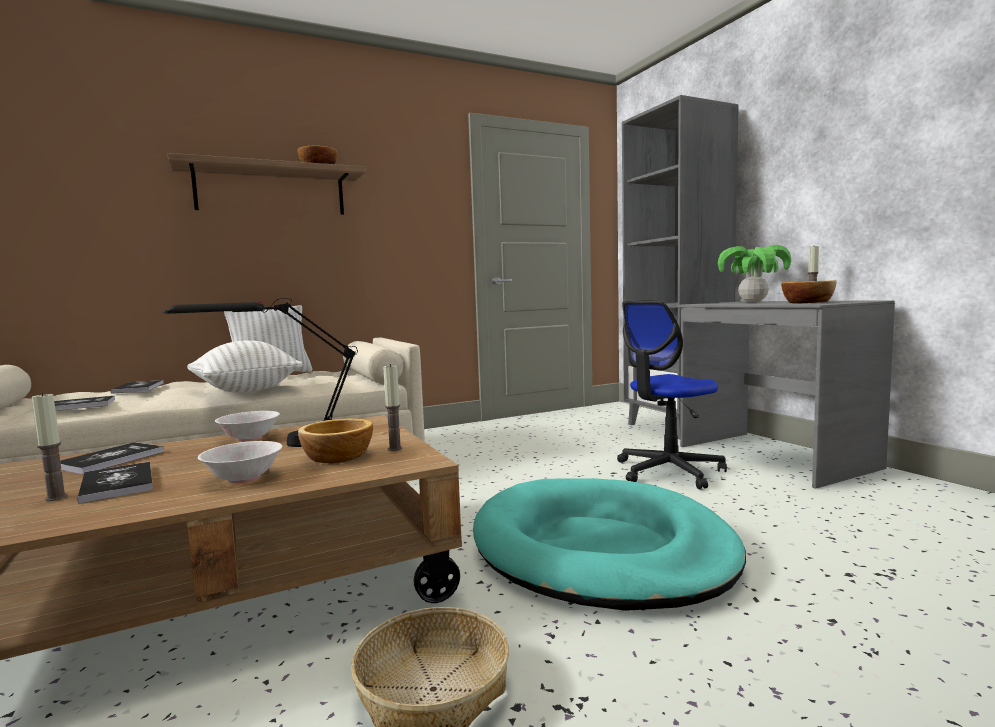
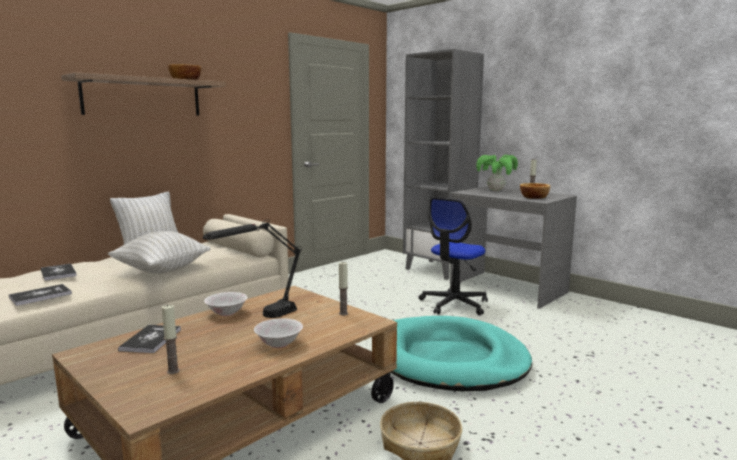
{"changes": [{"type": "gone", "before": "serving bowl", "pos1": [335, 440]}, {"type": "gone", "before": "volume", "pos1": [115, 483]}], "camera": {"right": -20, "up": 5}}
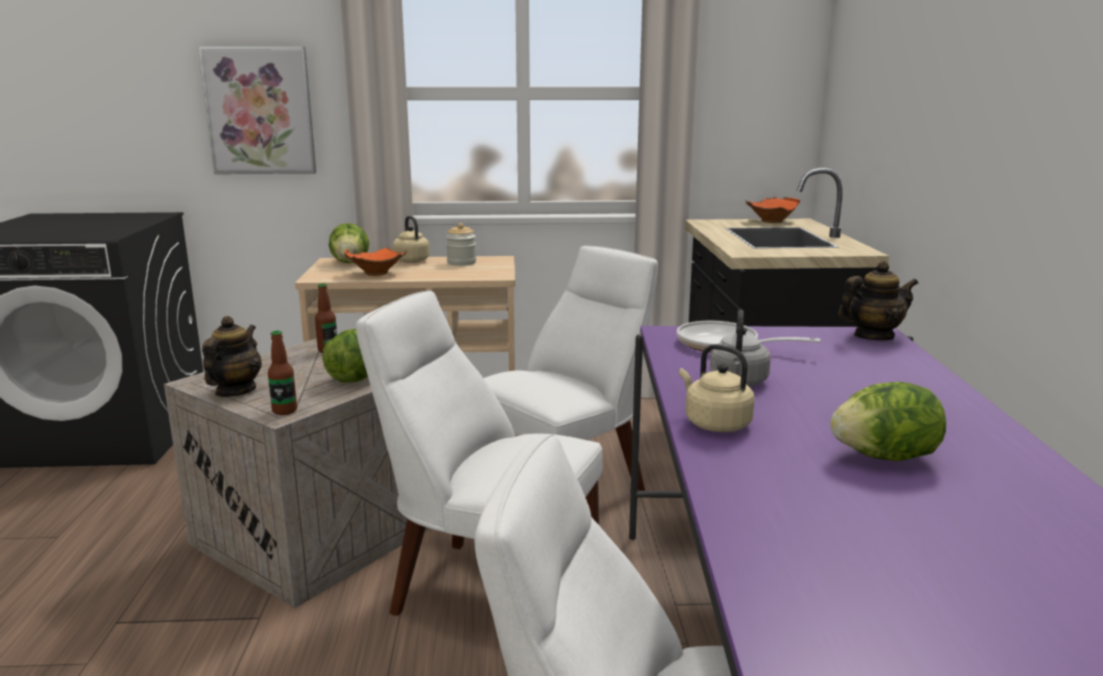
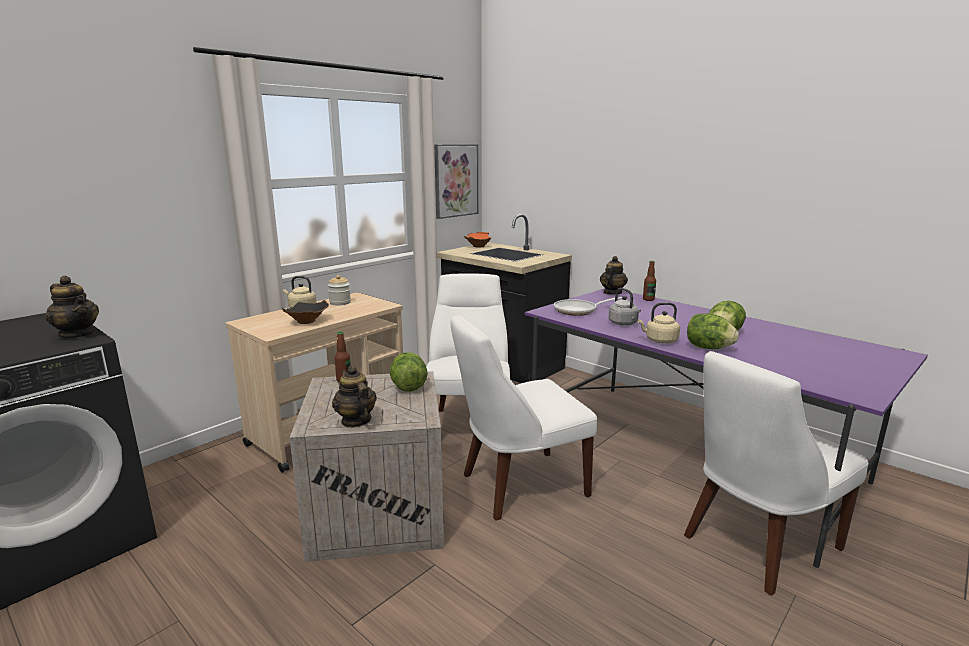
{"changes": [{"type": "shifted", "before": "picture", "pos1": [257, 110], "pos2": [456, 181]}, {"type": "shifted", "before": "lettuce head", "pos1": [349, 243], "pos2": [713, 331]}, {"type": "repainted", "before": "orange-coloured serving bowl", "after": "black-coloured serving bowl", "pos1": [375, 261], "pos2": [305, 312]}, {"type": "shifted", "before": "bottle", "pos1": [282, 372], "pos2": [649, 281]}, {"type": "new", "after": "teapot", "pos2": [72, 307]}], "camera": {"right": -45, "up": 0}}
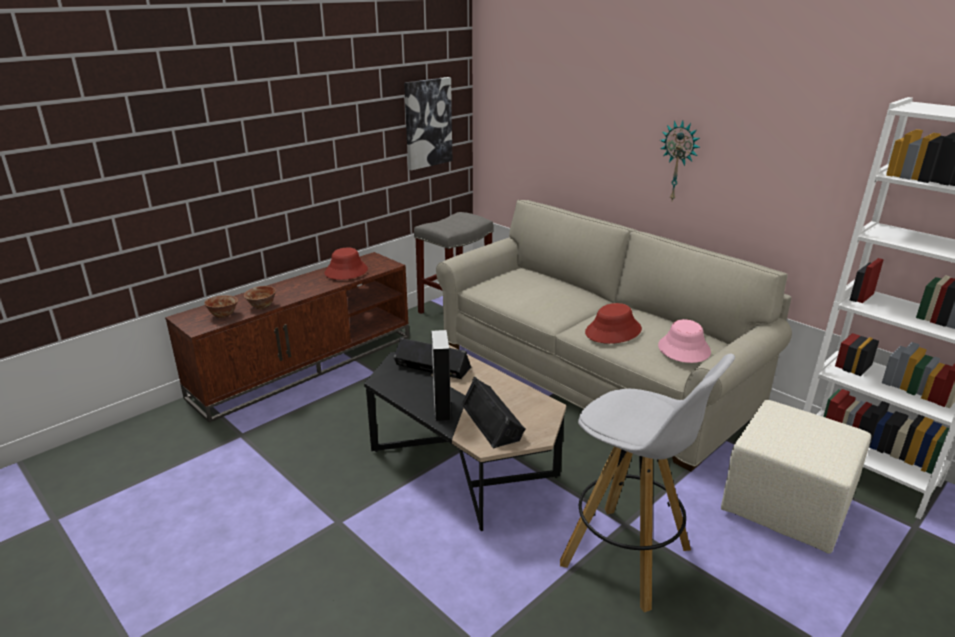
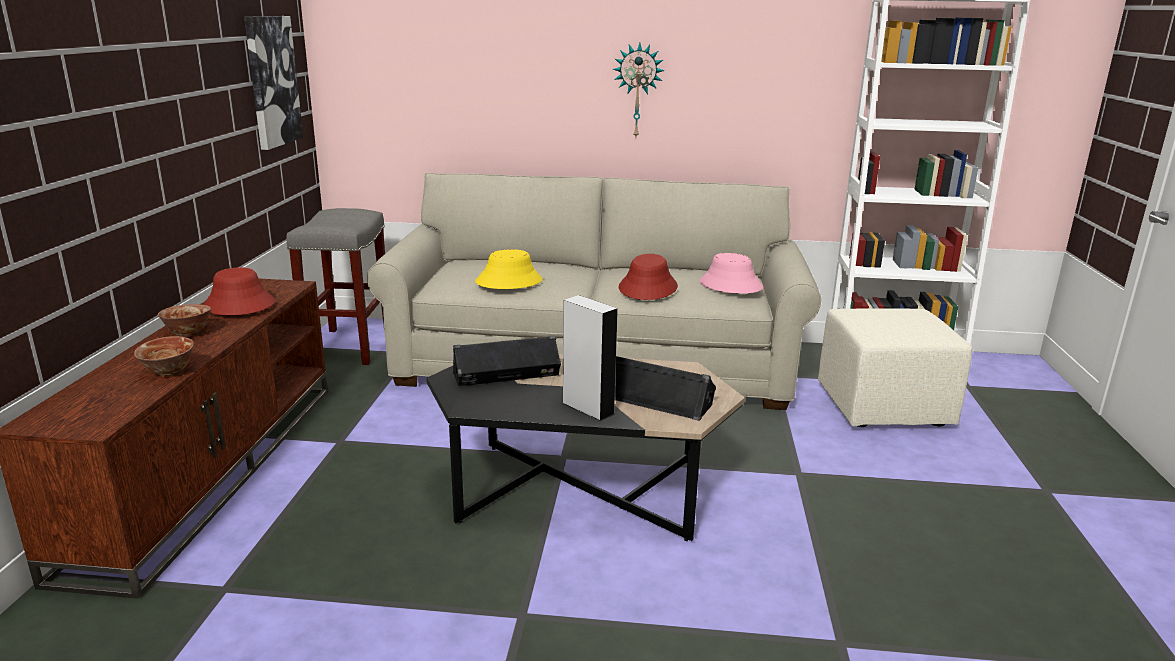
{"changes": [{"type": "shifted", "before": "serving bowl", "pos1": [221, 306], "pos2": [184, 320]}, {"type": "gone", "before": "whitish stool seat", "pos1": [647, 483]}, {"type": "new", "after": "yellow clothing hat", "pos2": [508, 269]}], "camera": {"right": -40, "up": -5}}
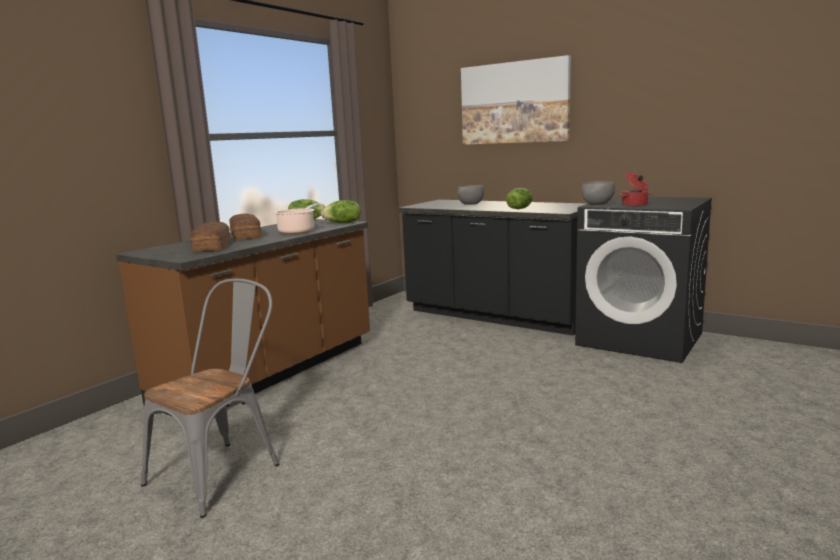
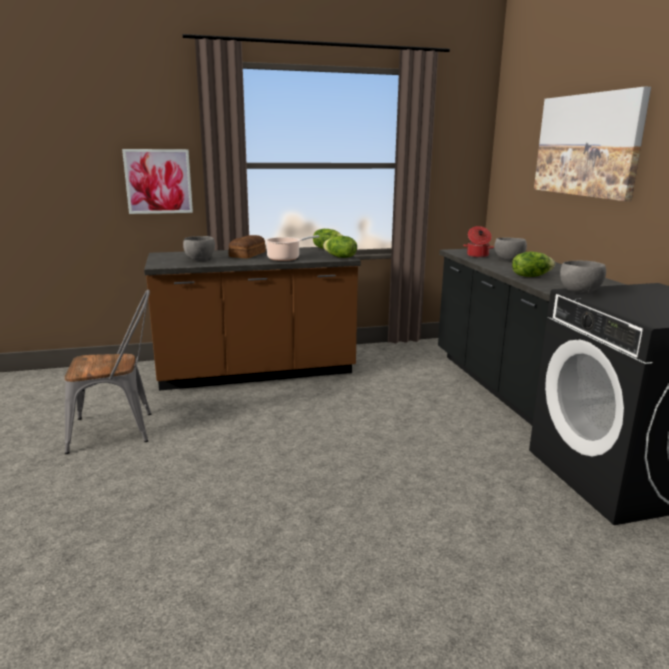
{"changes": [{"type": "shifted", "before": "cooking pot", "pos1": [635, 189], "pos2": [478, 242]}, {"type": "swapped", "before": "bakery bread", "after": "greyish serving bowl", "pos1": [210, 236], "pos2": [199, 248]}, {"type": "new", "after": "picture", "pos2": [157, 181]}], "camera": {"right": 40, "up": 5}}
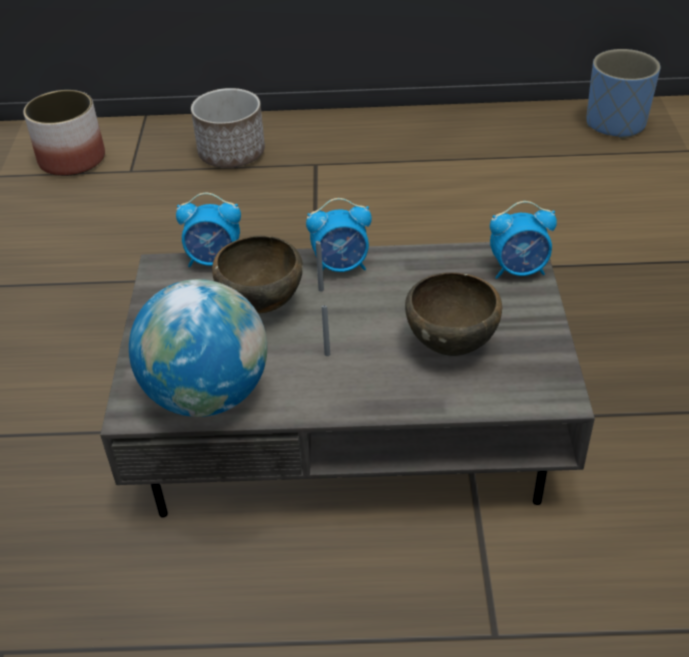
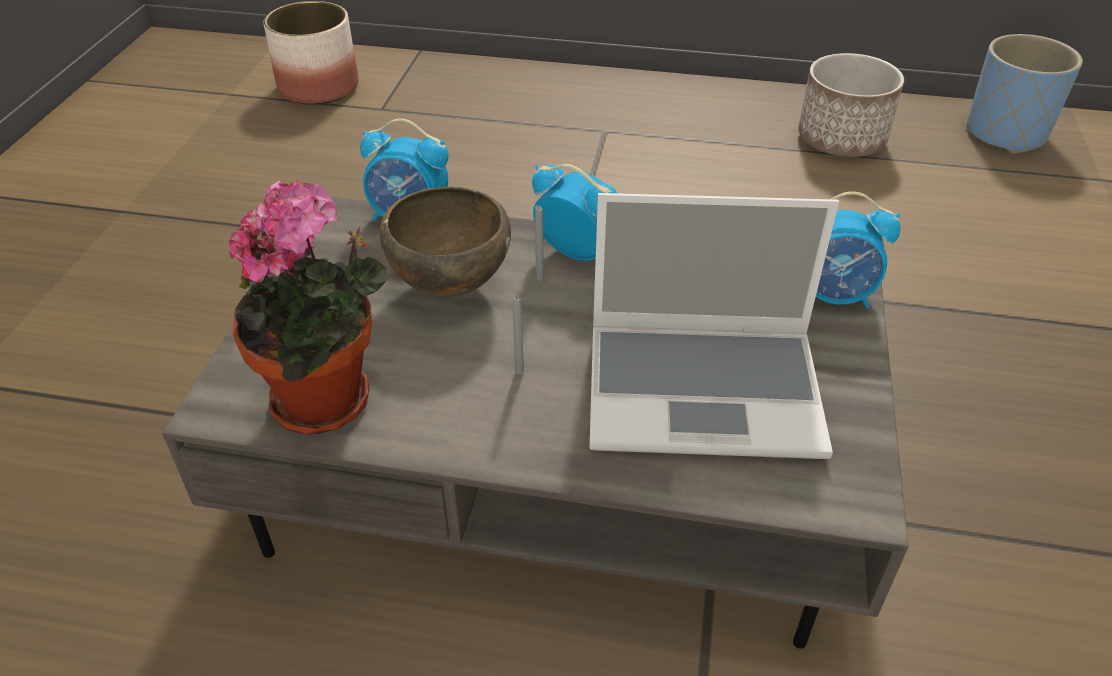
{"changes": [{"type": "shifted", "before": "plant pot", "pos1": [228, 128], "pos2": [851, 105]}, {"type": "rotated", "before": "alarm clock", "pos1": [339, 236], "pos2": [574, 212], "turn": -150}, {"type": "swapped", "before": "brown serving bowl", "after": "laptop", "pos1": [453, 314], "pos2": [714, 326]}, {"type": "swapped", "before": "world globe", "after": "houseplant", "pos1": [198, 348], "pos2": [308, 307]}], "camera": {"right": 10, "up": 0}}
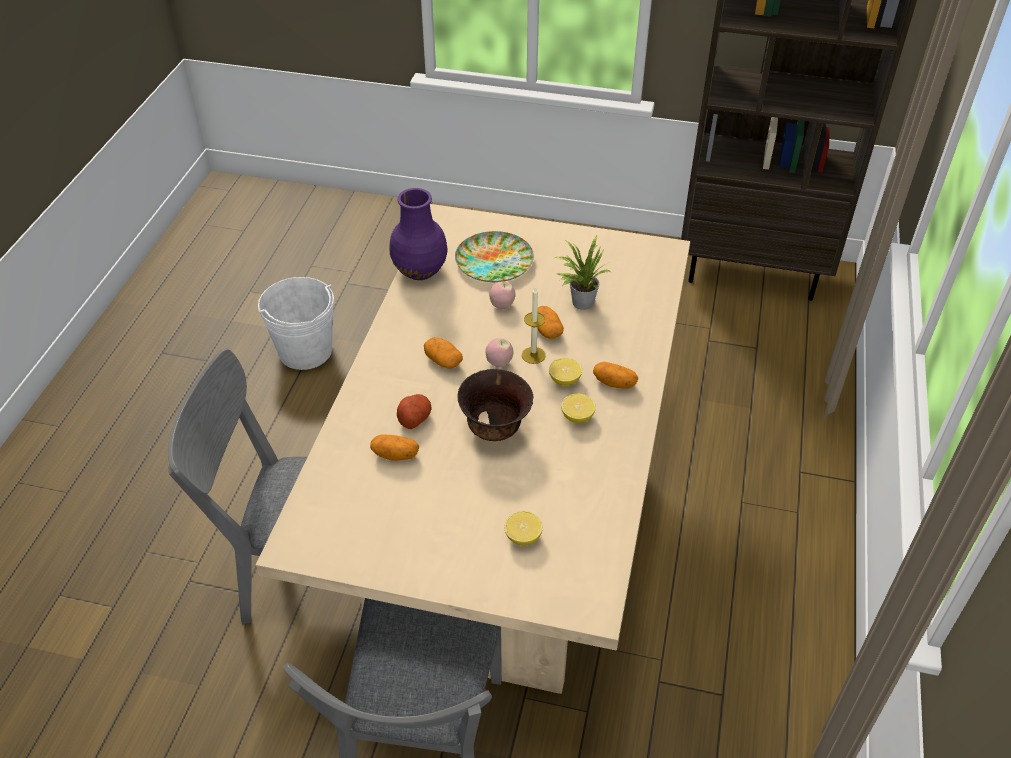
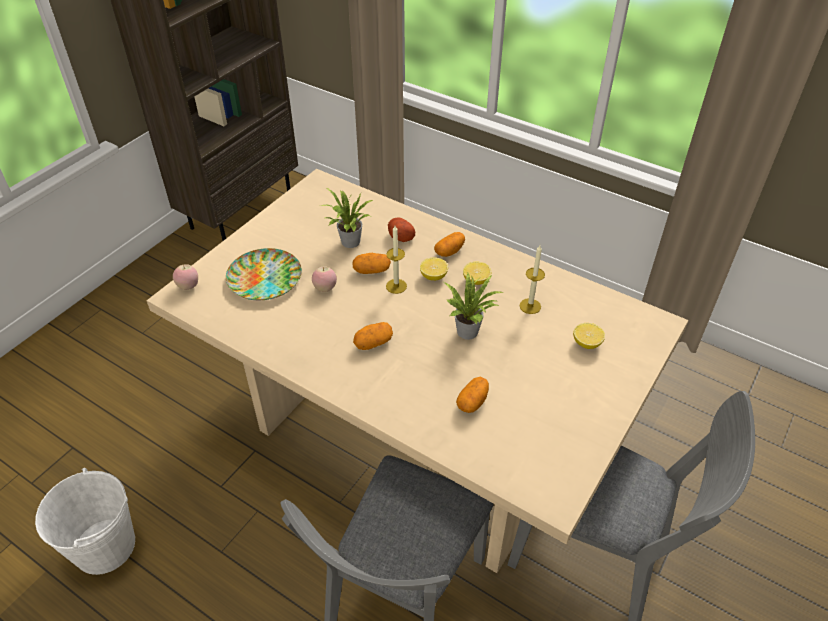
{"changes": [{"type": "gone", "before": "purplish decorative vase", "pos1": [419, 234]}, {"type": "shifted", "before": "apple", "pos1": [499, 352], "pos2": [185, 277]}, {"type": "swapped", "before": "brown serving bowl", "after": "houseplant", "pos1": [495, 405], "pos2": [473, 306]}, {"type": "shifted", "before": "spud", "pos1": [414, 411], "pos2": [401, 230]}, {"type": "new", "after": "candle", "pos2": [532, 279]}], "camera": {"right": -70, "up": 0}}
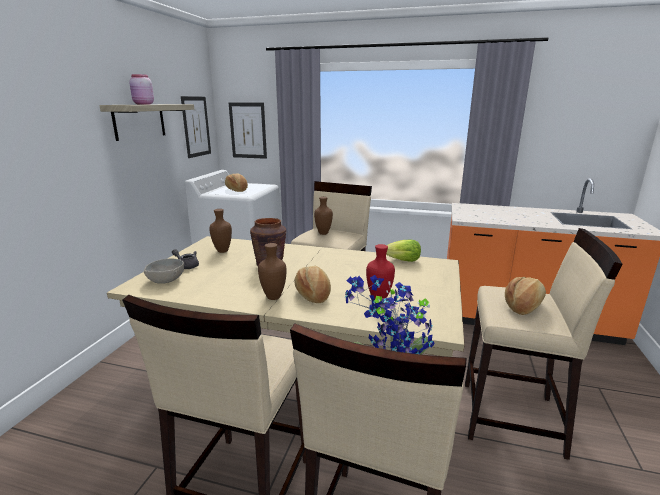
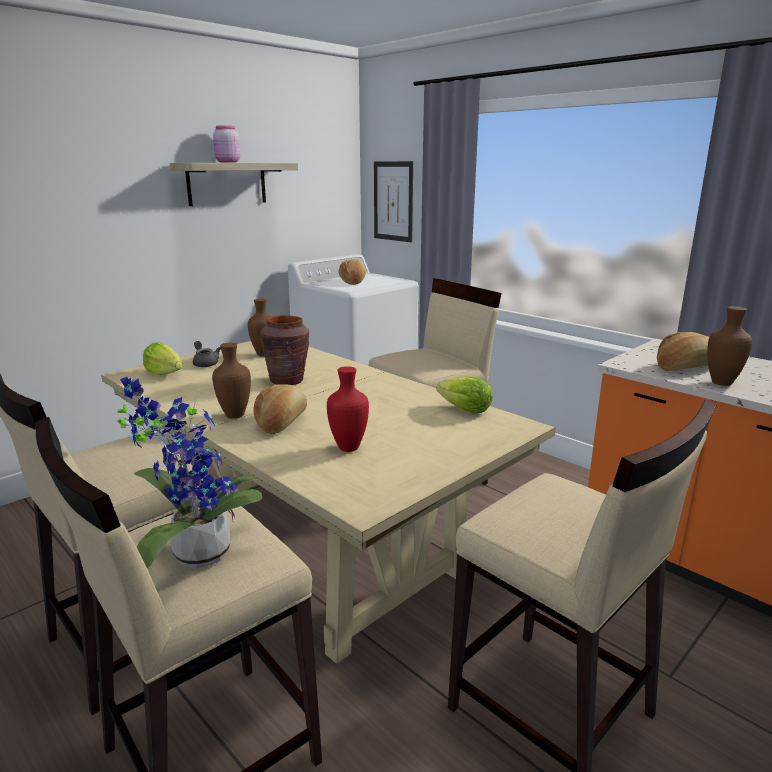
{"changes": [{"type": "gone", "before": "picture", "pos1": [196, 127]}, {"type": "shifted", "before": "brown decorative vase", "pos1": [323, 216], "pos2": [730, 346]}, {"type": "swapped", "before": "greyish serving bowl", "after": "lettuce head", "pos1": [164, 271], "pos2": [163, 358]}, {"type": "shifted", "before": "bakery bread", "pos1": [525, 296], "pos2": [683, 351]}], "camera": {"right": 30, "up": 0}}
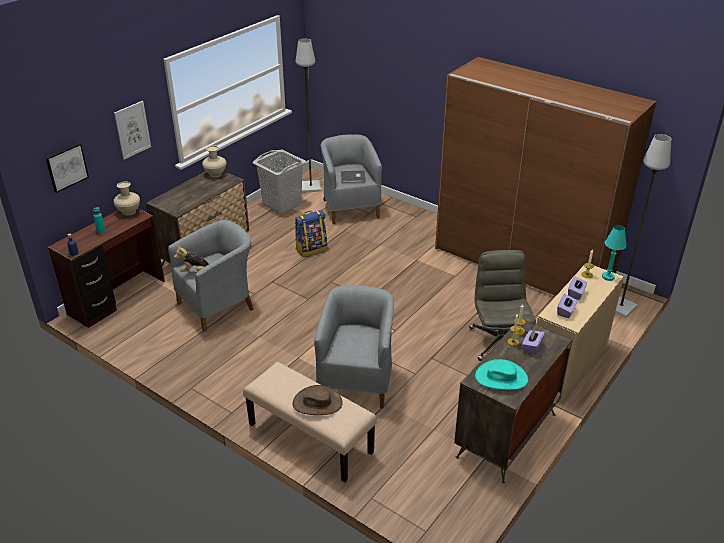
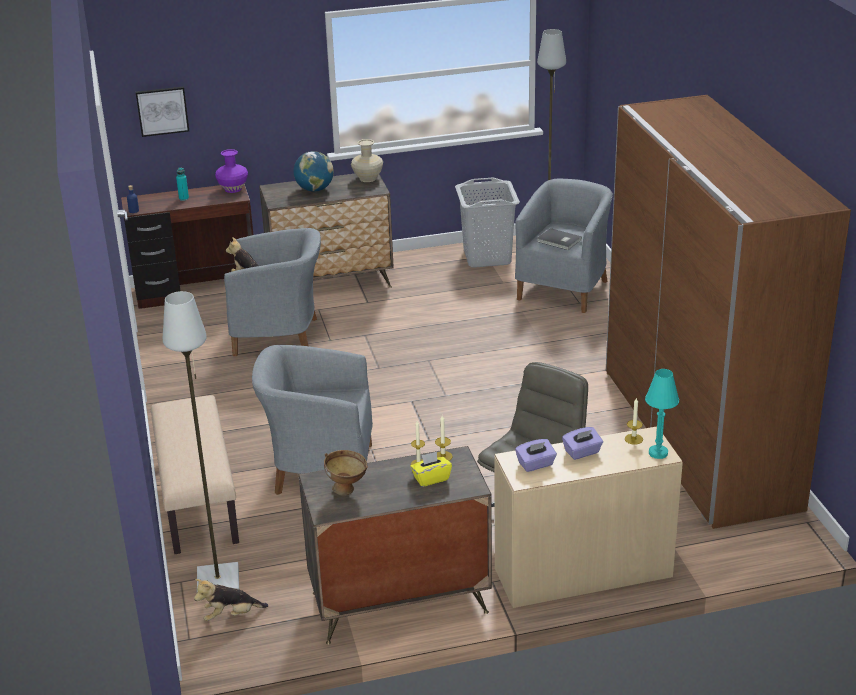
{"changes": [{"type": "gone", "before": "picture", "pos1": [132, 130]}, {"type": "shifted", "before": "greyish standing lamp", "pos1": [643, 226], "pos2": [201, 440]}, {"type": "repainted", "before": "beige decorative vase", "after": "purplish decorative vase", "pos1": [126, 198], "pos2": [231, 171]}, {"type": "gone", "before": "backpack", "pos1": [311, 233]}, {"type": "rotated", "before": "greyish lounge chair", "pos1": [354, 346], "pos2": [312, 420], "turn": -135}, {"type": "repainted", "before": "purplish box of tissues", "after": "yellow box of tissues", "pos1": [533, 342], "pos2": [431, 469]}, {"type": "swapped", "before": "turquoise-coloured clothing hat", "after": "brown serving bowl", "pos1": [501, 374], "pos2": [346, 472]}, {"type": "gone", "before": "brown clothing hat", "pos1": [317, 400]}, {"type": "new", "after": "world globe", "pos2": [313, 171]}, {"type": "new", "after": "plush toy", "pos2": [231, 600]}], "camera": {"right": 40, "up": -5}}
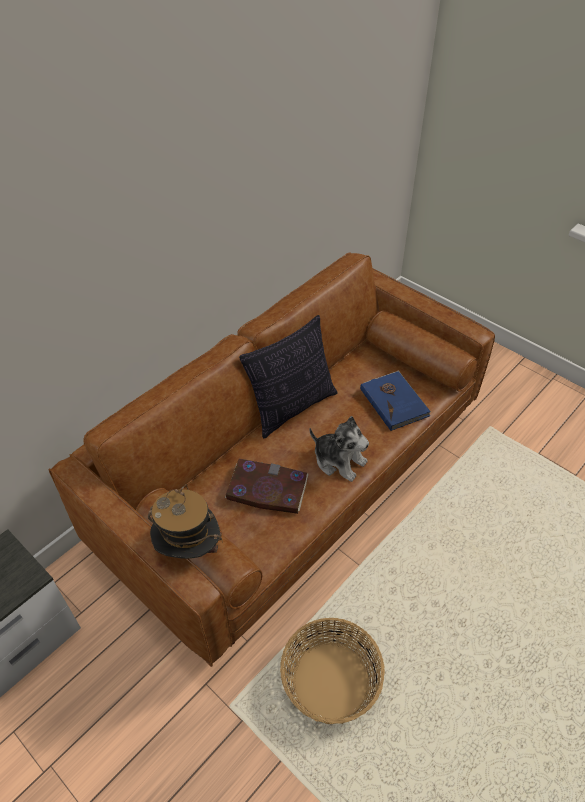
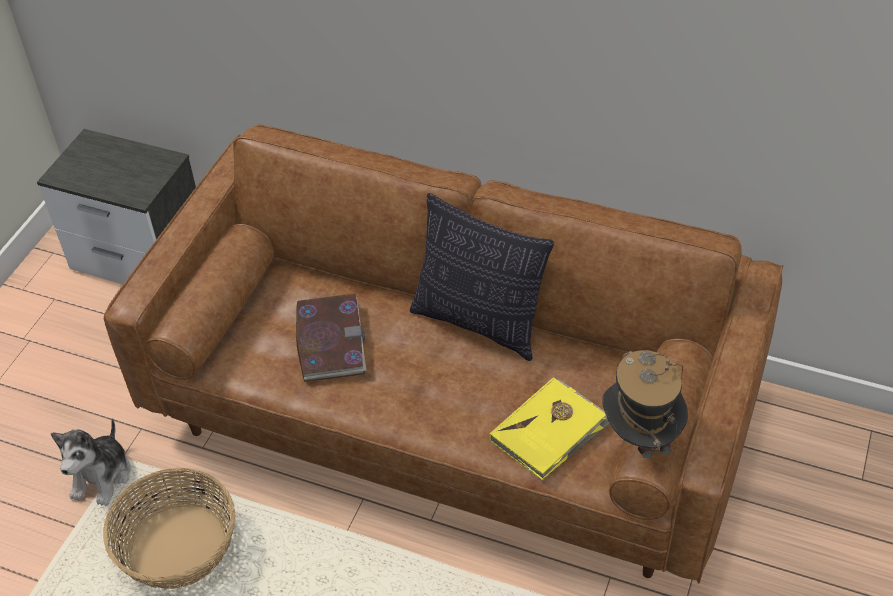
{"changes": [{"type": "repainted", "before": "blue volume", "after": "yellow volume", "pos1": [395, 400], "pos2": [549, 429]}, {"type": "shifted", "before": "plush toy", "pos1": [339, 449], "pos2": [91, 462]}, {"type": "shifted", "before": "clothing hat", "pos1": [185, 521], "pos2": [645, 408]}], "camera": {"right": 70, "up": 0}}
